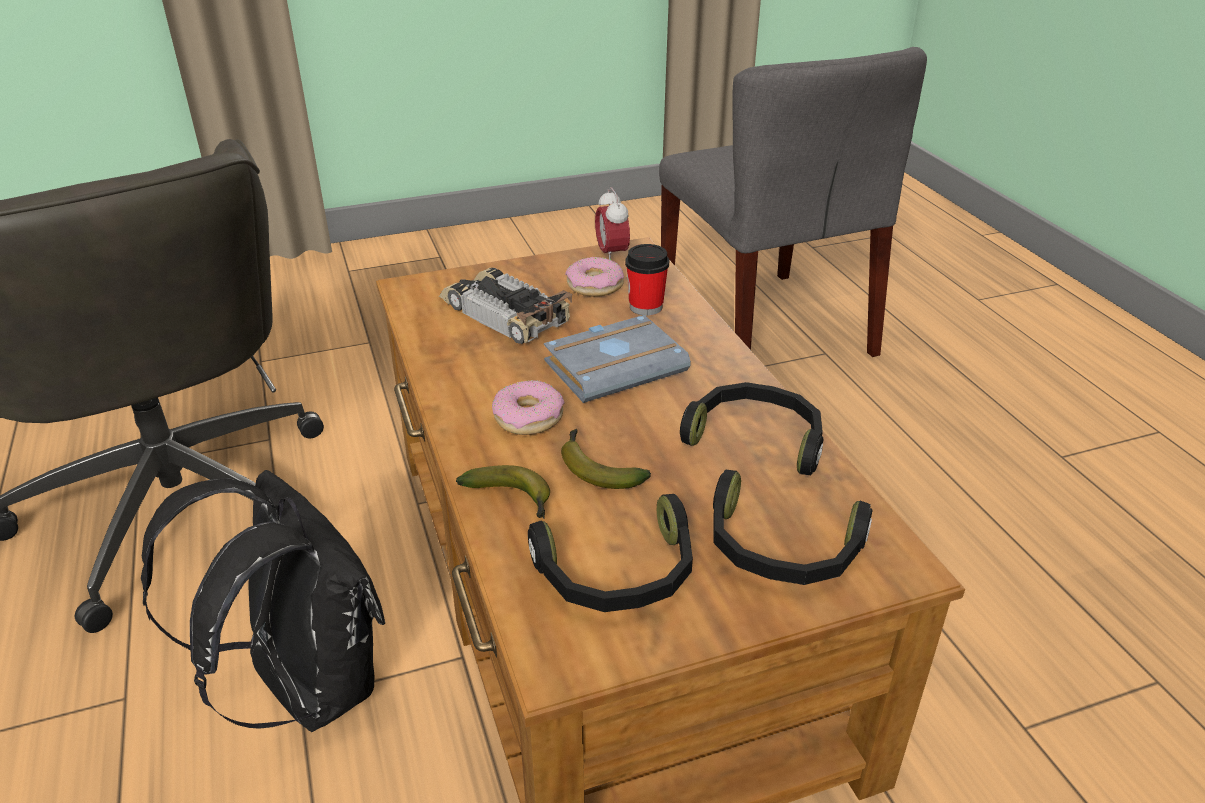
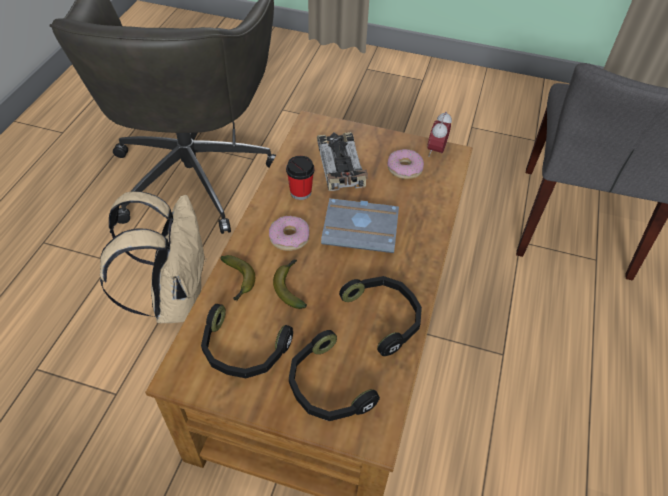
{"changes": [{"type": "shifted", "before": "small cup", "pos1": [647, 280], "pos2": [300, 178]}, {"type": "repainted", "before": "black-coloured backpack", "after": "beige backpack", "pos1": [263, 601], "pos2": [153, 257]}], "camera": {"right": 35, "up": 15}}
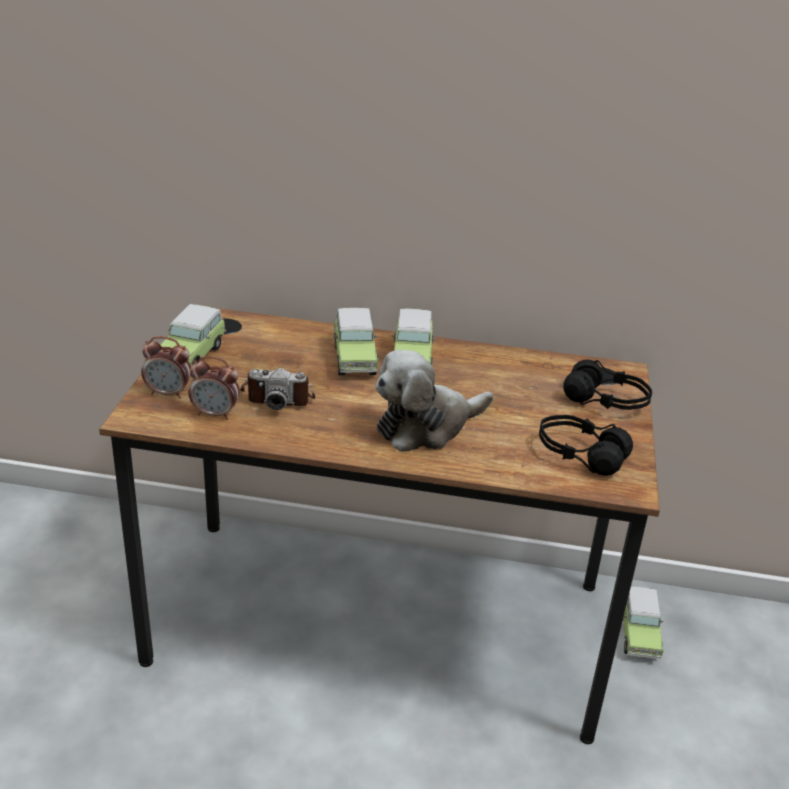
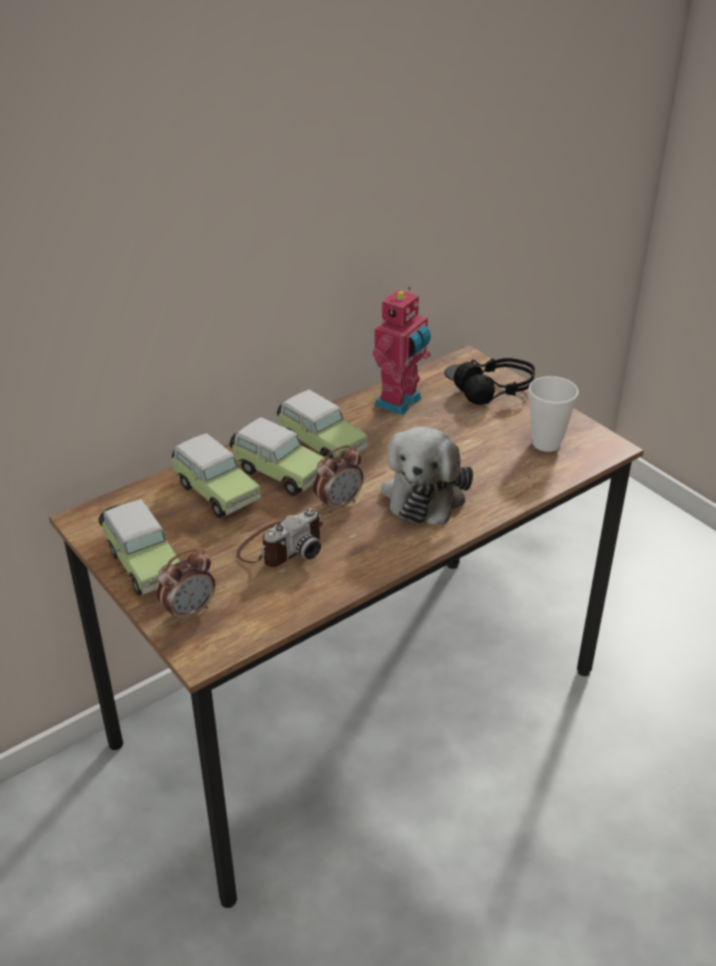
{"changes": [{"type": "shifted", "before": "alarm clock", "pos1": [214, 388], "pos2": [338, 479]}, {"type": "swapped", "before": "black-coloured headset", "after": "small cup", "pos1": [586, 445], "pos2": [554, 414]}, {"type": "shifted", "before": "miniature car", "pos1": [643, 622], "pos2": [216, 475]}, {"type": "new", "after": "model robot", "pos2": [402, 351]}], "camera": {"right": -45, "up": 5}}
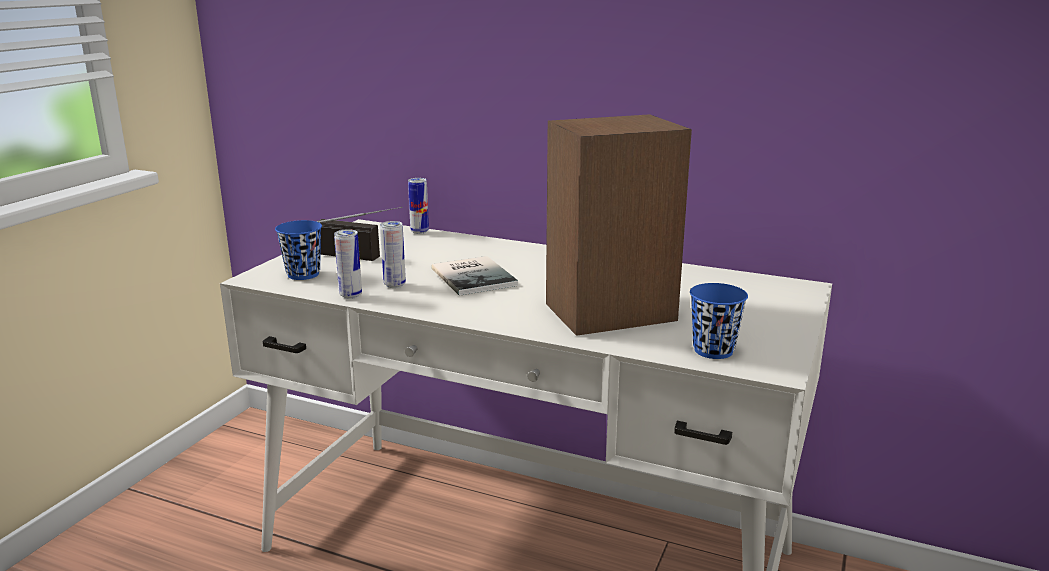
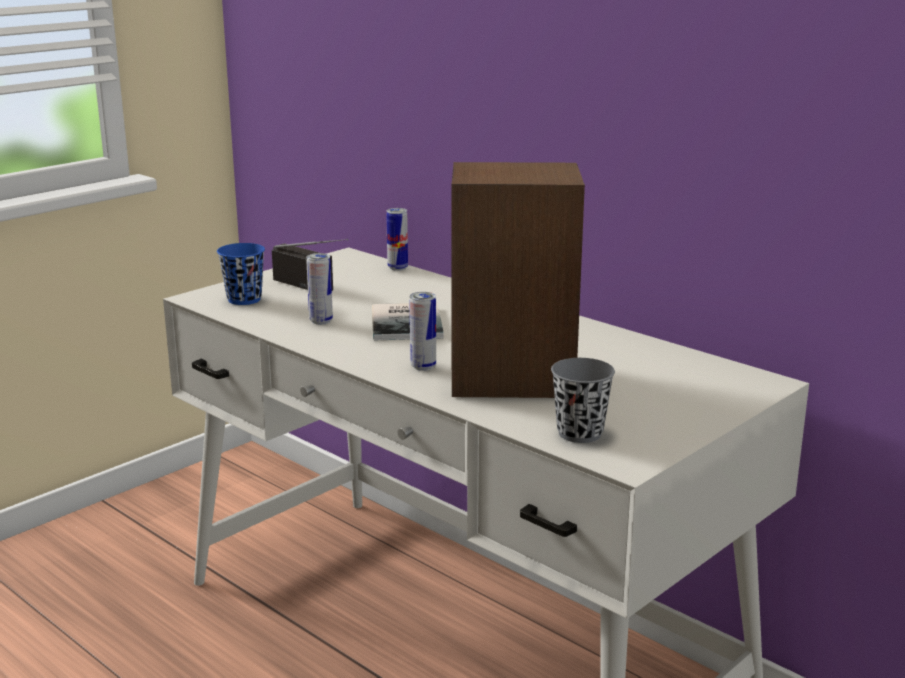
{"changes": [{"type": "shifted", "before": "can", "pos1": [348, 264], "pos2": [422, 331]}, {"type": "repainted", "before": "blue small cup", "after": "greyish small cup", "pos1": [719, 321], "pos2": [583, 400]}], "camera": {"right": 20, "up": 0}}
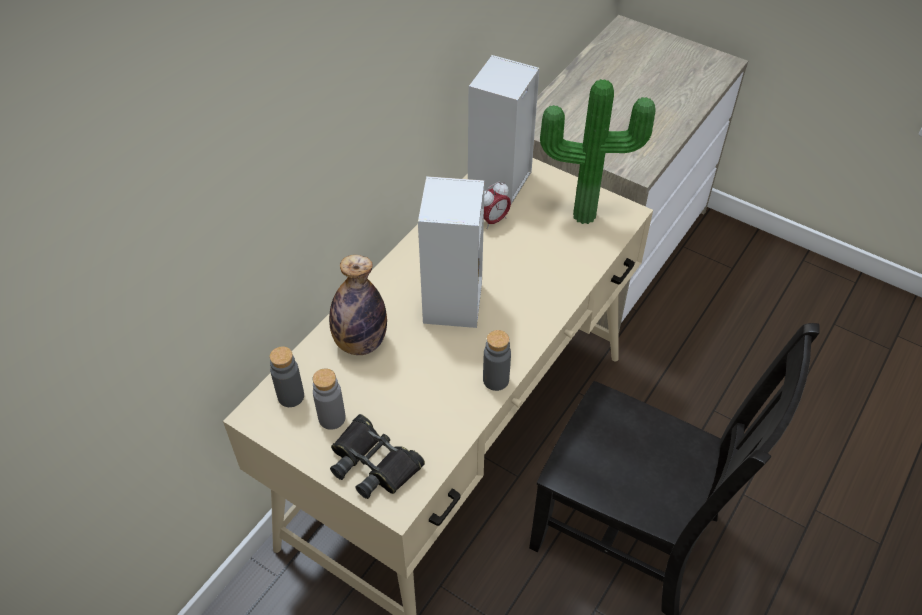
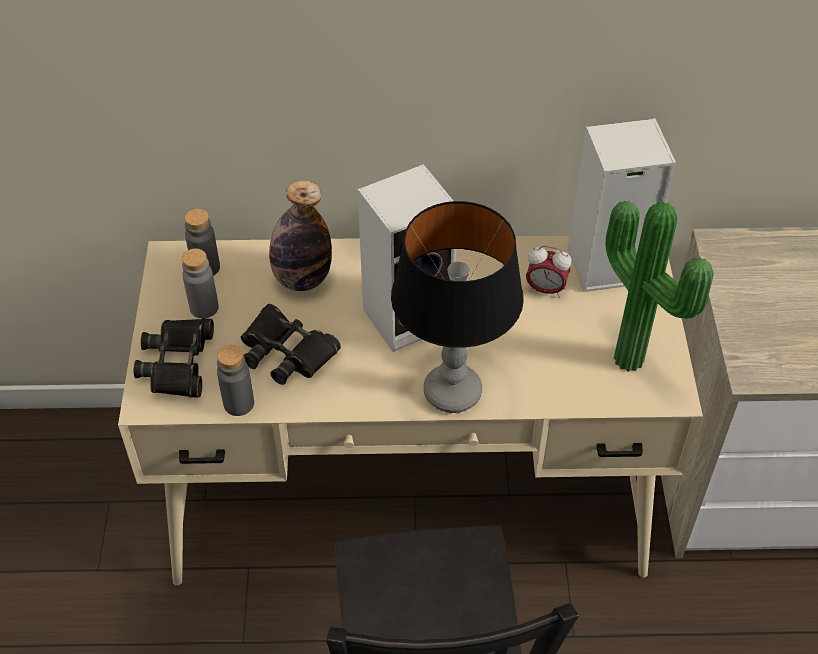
{"changes": [{"type": "shifted", "before": "greyish bottle", "pos1": [497, 360], "pos2": [235, 380]}, {"type": "new", "after": "lamp for a table", "pos2": [457, 307]}, {"type": "new", "after": "black-coloured field glasses", "pos2": [291, 344]}], "camera": {"right": 55, "up": 0}}
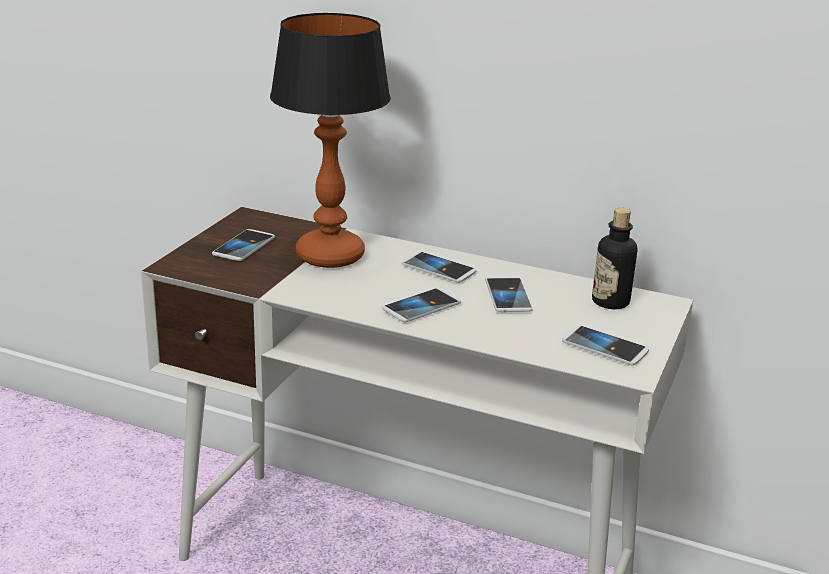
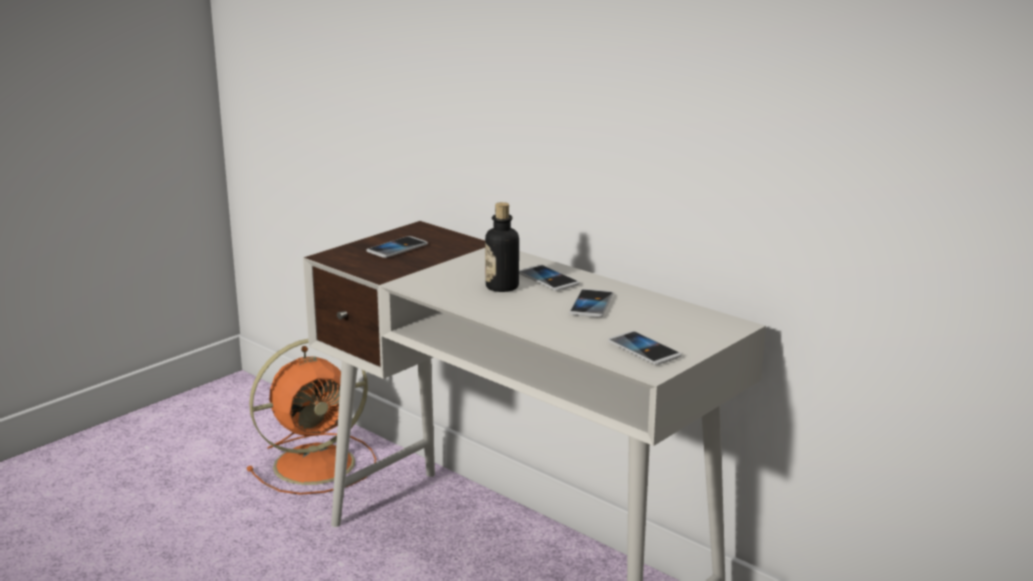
{"changes": [{"type": "gone", "before": "lamp for a table", "pos1": [330, 140]}, {"type": "shifted", "before": "bottle", "pos1": [614, 258], "pos2": [502, 247]}, {"type": "gone", "before": "telephone", "pos1": [421, 305]}, {"type": "new", "after": "orange-coloured electric fan", "pos2": [311, 417]}], "camera": {"right": 20, "up": -5}}
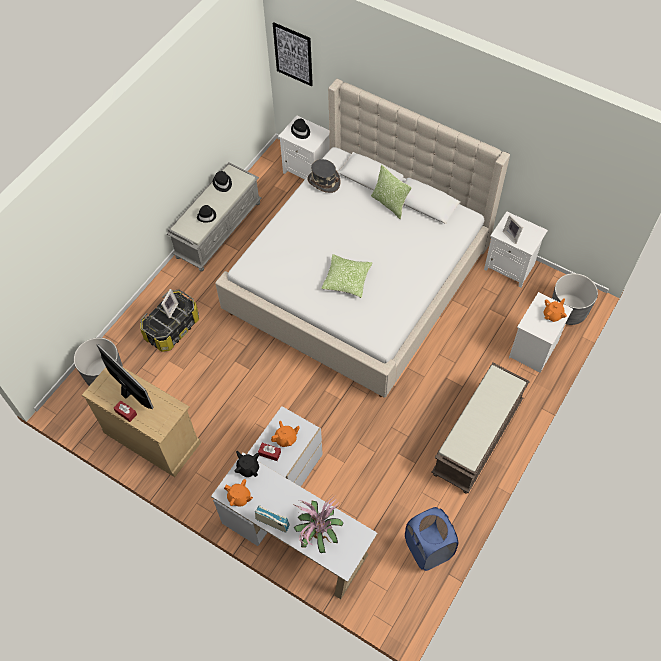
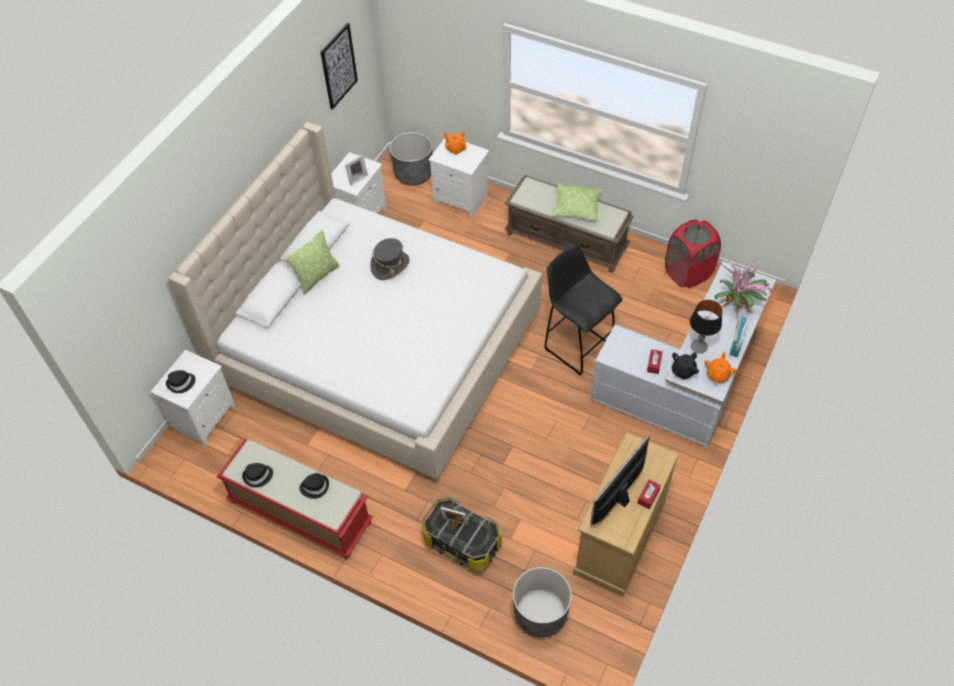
{"changes": [{"type": "shifted", "before": "picture", "pos1": [293, 54], "pos2": [339, 66]}, {"type": "shifted", "before": "greyish clothing hat", "pos1": [324, 176], "pos2": [390, 259]}, {"type": "repainted", "before": "greyish indoor bench", "after": "red indoor bench", "pos1": [214, 216], "pos2": [295, 498]}, {"type": "shifted", "before": "cushion", "pos1": [346, 276], "pos2": [577, 202]}, {"type": "gone", "before": "orange-coloured teapot", "pos1": [285, 434]}, {"type": "repainted", "before": "blue laundry basket", "after": "red laundry basket", "pos1": [431, 539], "pos2": [693, 254]}, {"type": "new", "after": "black-coloured stool seat", "pos2": [583, 309]}, {"type": "new", "after": "lamp for a table", "pos2": [706, 326]}], "camera": {"right": -95, "up": -5}}
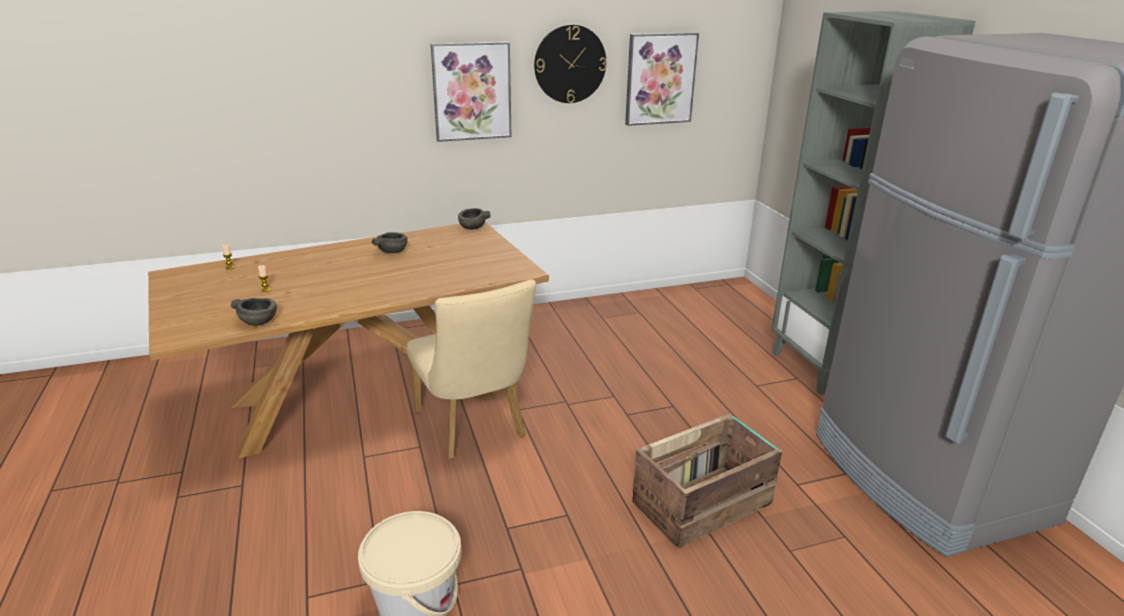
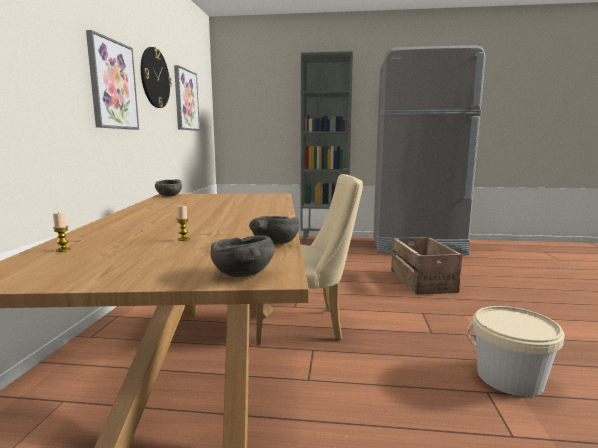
{"changes": [{"type": "shifted", "before": "greyish serving bowl", "pos1": [390, 242], "pos2": [242, 256]}], "camera": {"right": -65, "up": -15}}
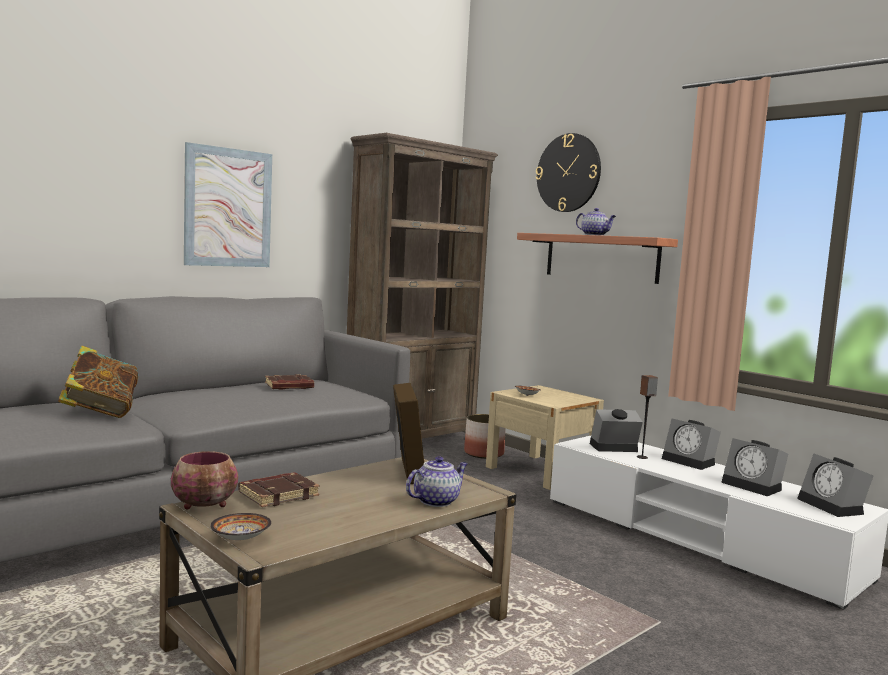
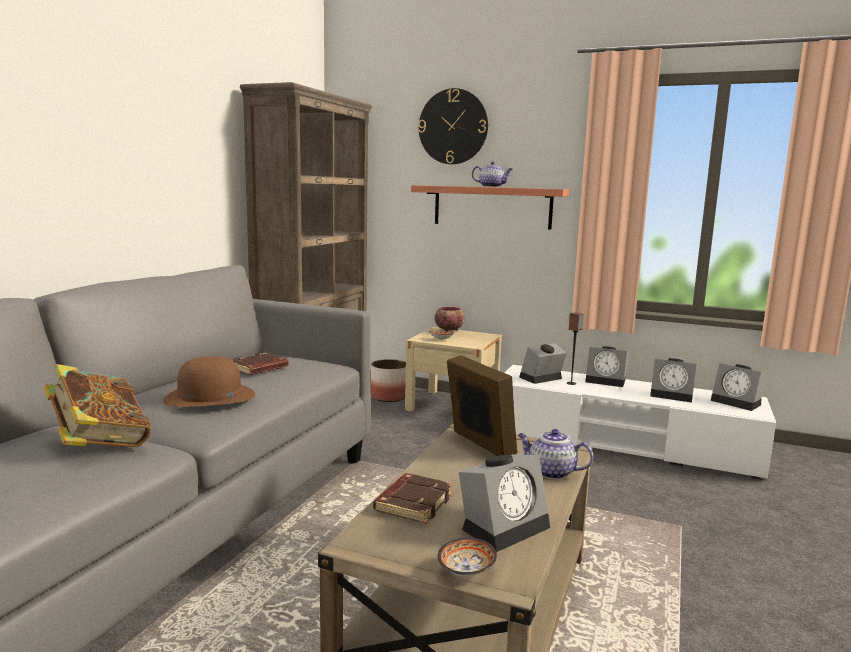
{"changes": [{"type": "gone", "before": "picture", "pos1": [228, 204]}, {"type": "shifted", "before": "serving bowl", "pos1": [204, 480], "pos2": [449, 319]}, {"type": "rotated", "before": "teapot", "pos1": [437, 481], "pos2": [556, 454], "turn": -90}, {"type": "new", "after": "brown clothing hat", "pos2": [209, 381]}, {"type": "new", "after": "alarm clock", "pos2": [504, 503]}], "camera": {"right": -25, "up": 5}}
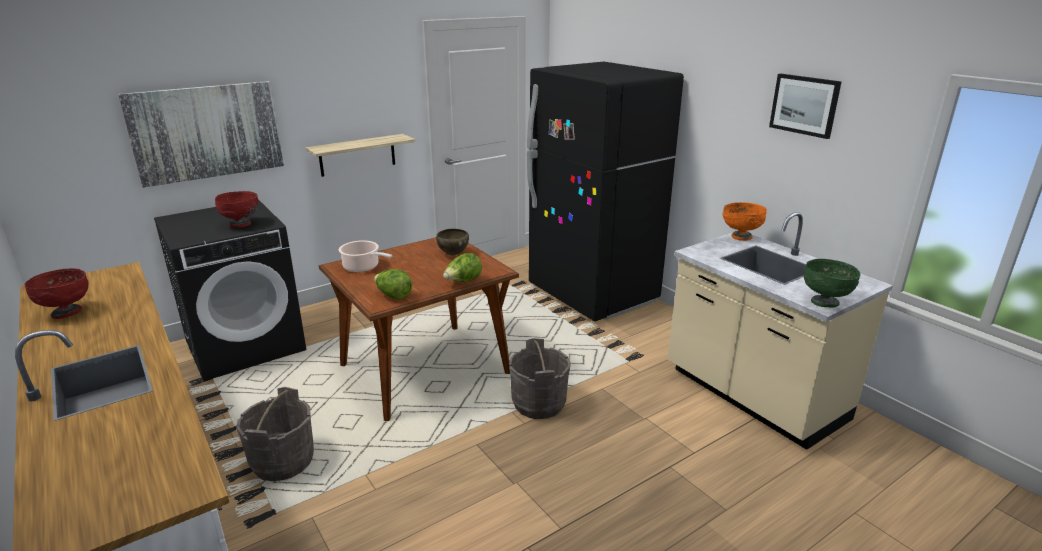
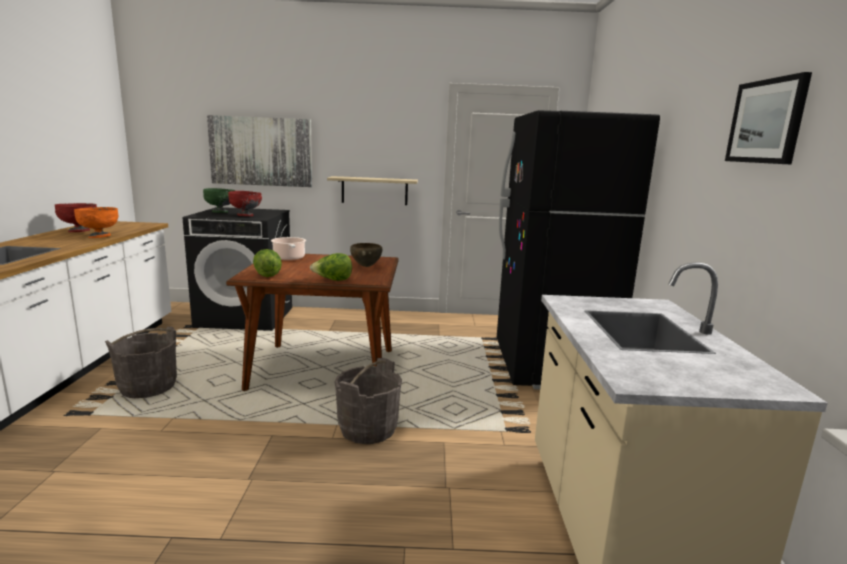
{"changes": [{"type": "shifted", "before": "orange-coloured serving bowl", "pos1": [745, 221], "pos2": [96, 222]}, {"type": "shifted", "before": "green-coloured serving bowl", "pos1": [832, 283], "pos2": [219, 200]}], "camera": {"right": 35, "up": -10}}
